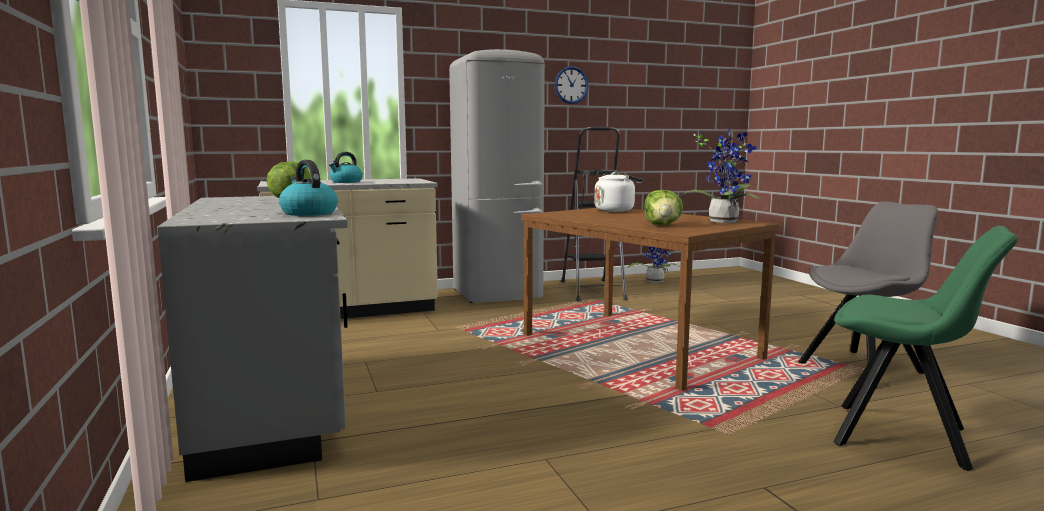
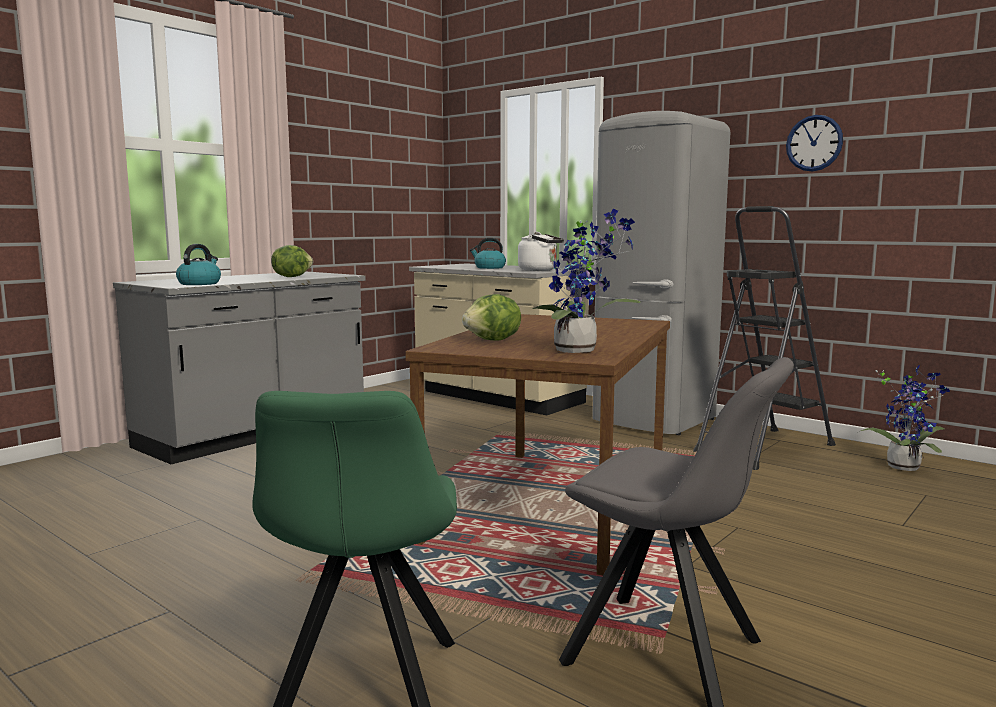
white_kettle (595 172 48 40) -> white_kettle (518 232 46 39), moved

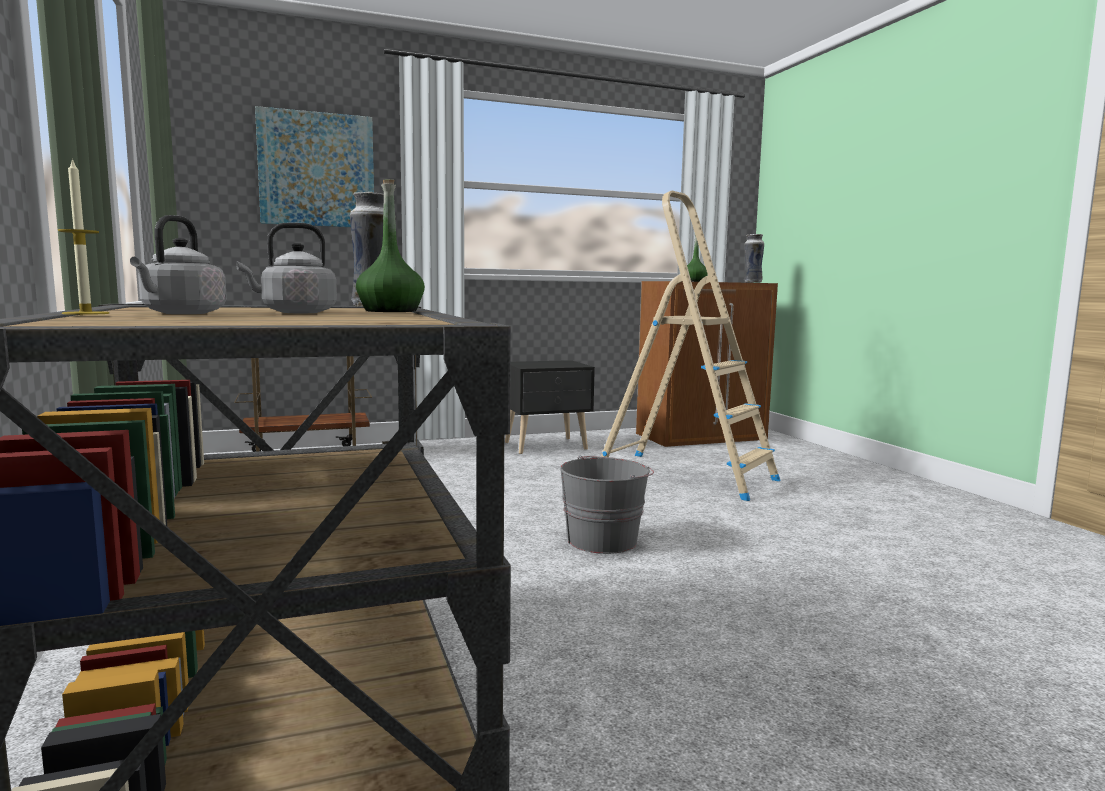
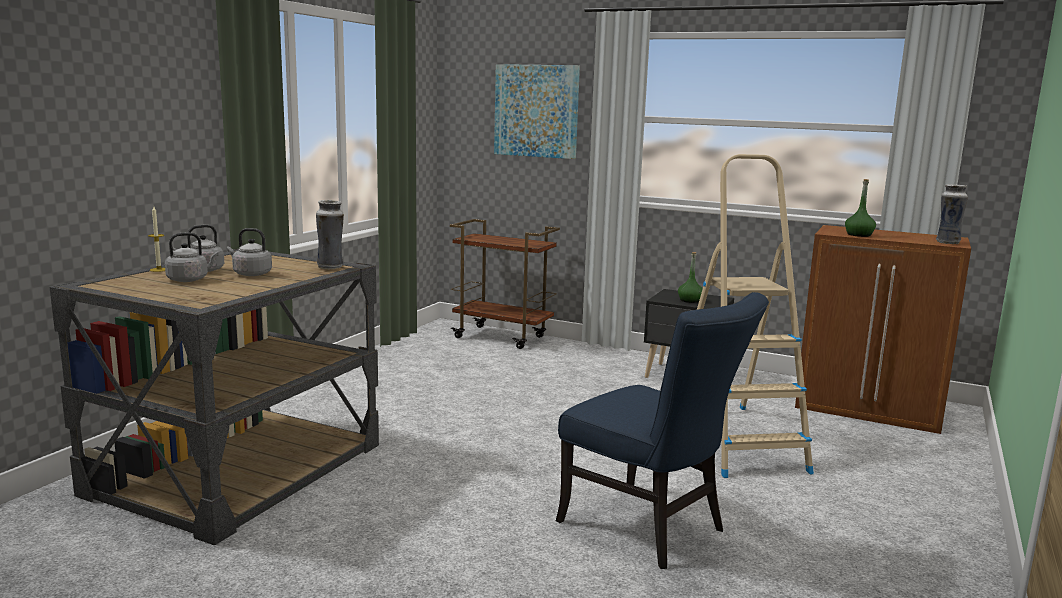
grey_bucket (560 456 94 98) -> none
none -> grey_kettle (165 233 54 49)
none -> blue_chair (556 292 213 277)
green_bottle (356 180 69 132) -> green_bottle (678 252 25 51), moved

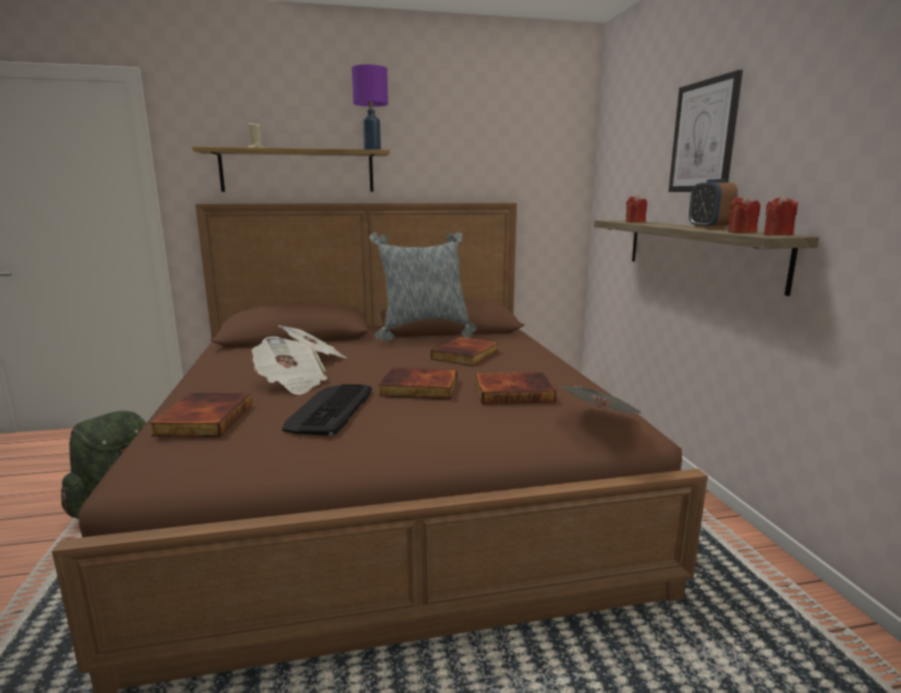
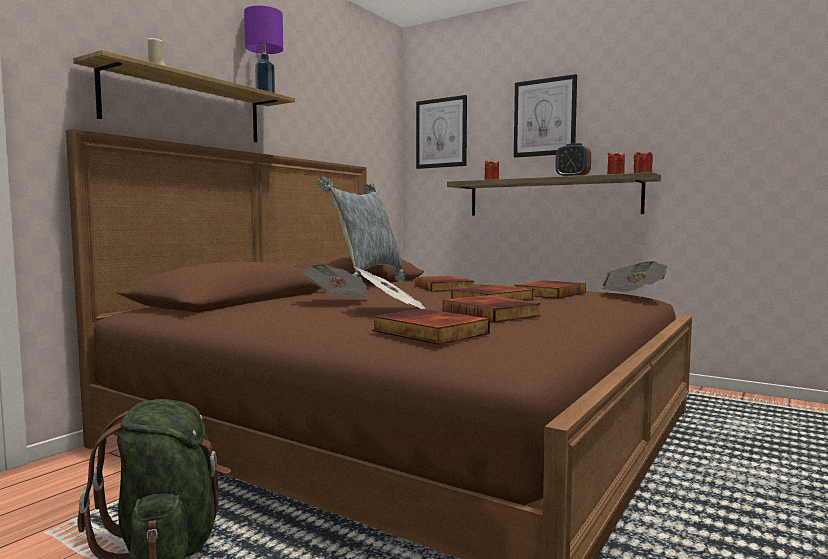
none -> picture (416 95 51 74)
keyboard (282 384 90 52) -> book (443 295 98 28)

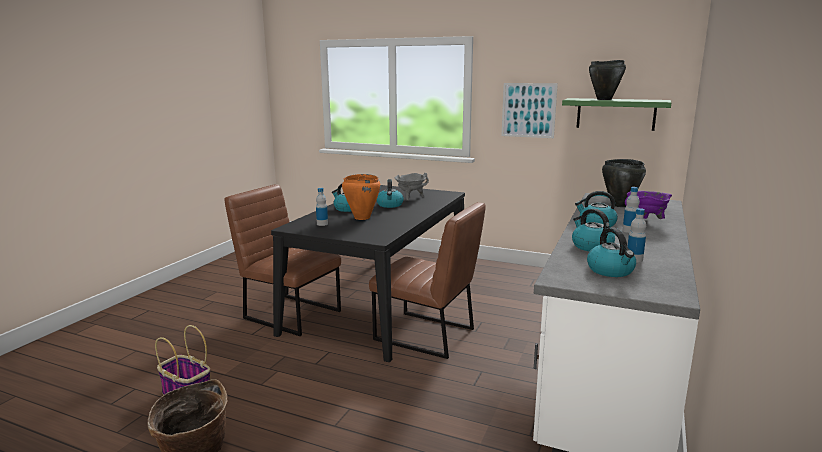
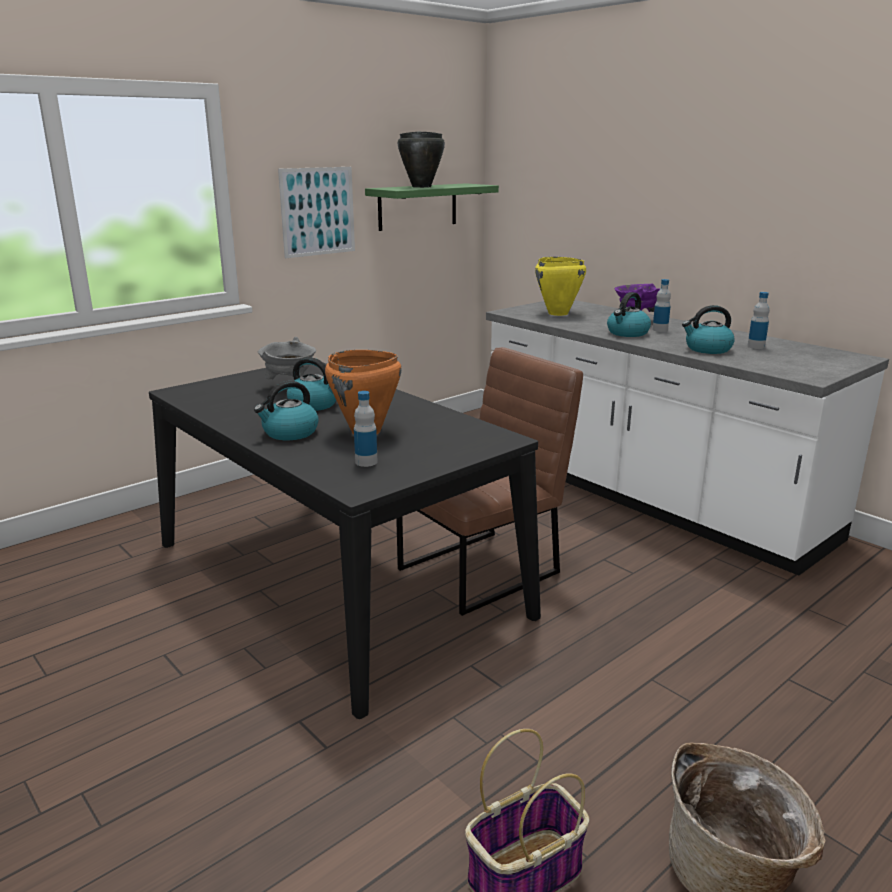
brown_chair (225 184 116 152) -> none
kettle (587 227 49 50) -> none
black_cooking_pot (602 159 44 48) -> yellow_cooking_pot (535 257 51 59)

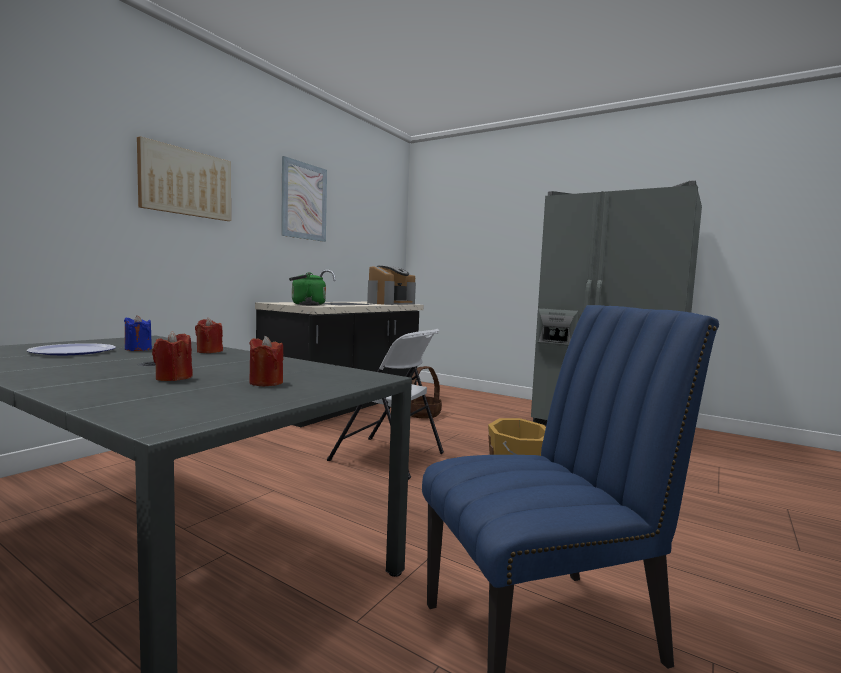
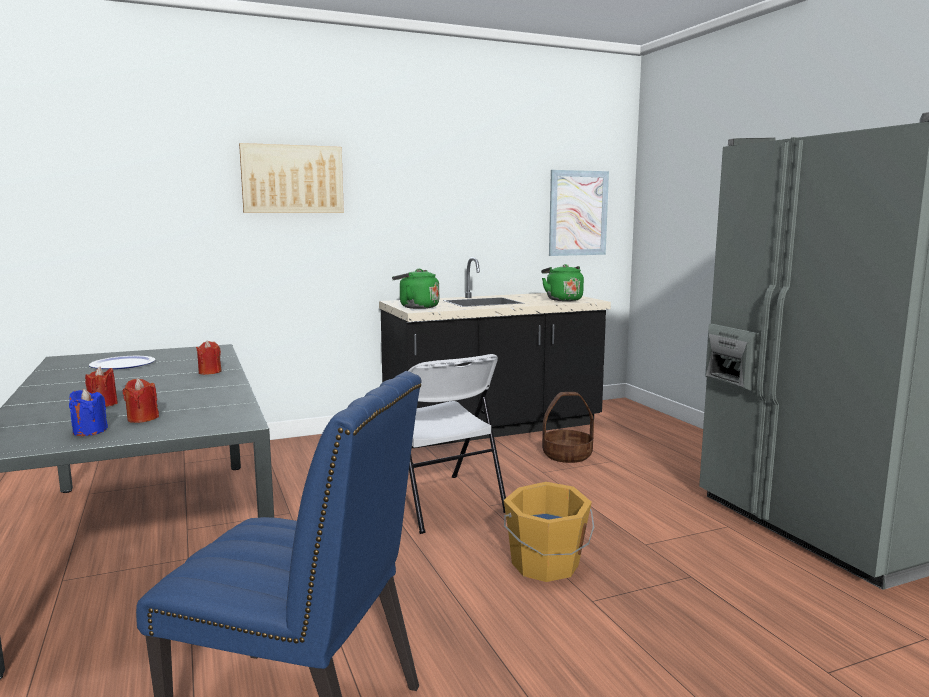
blue_candle (124 315 28 36) -> blue_candle (69 389 39 47), moved
picture (281 156 46 86) -> picture (549 170 60 86), moved
coffee_machine (367 266 49 39) -> green_kettle (541 264 43 37)

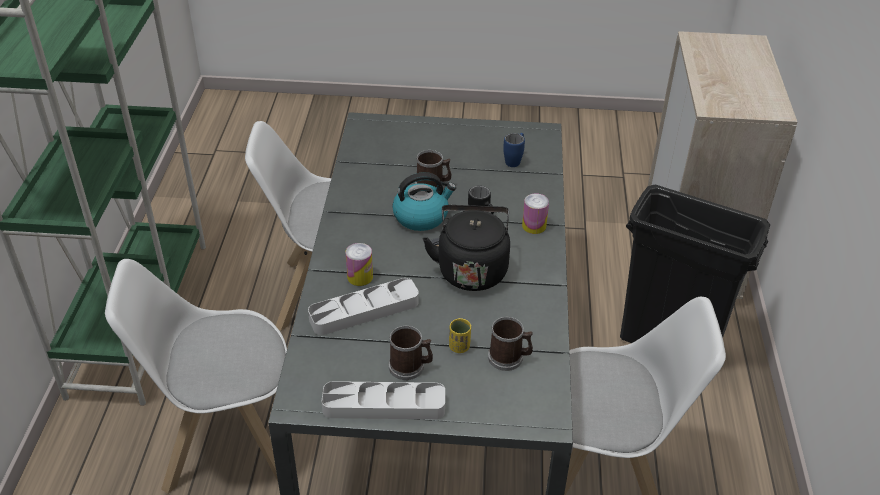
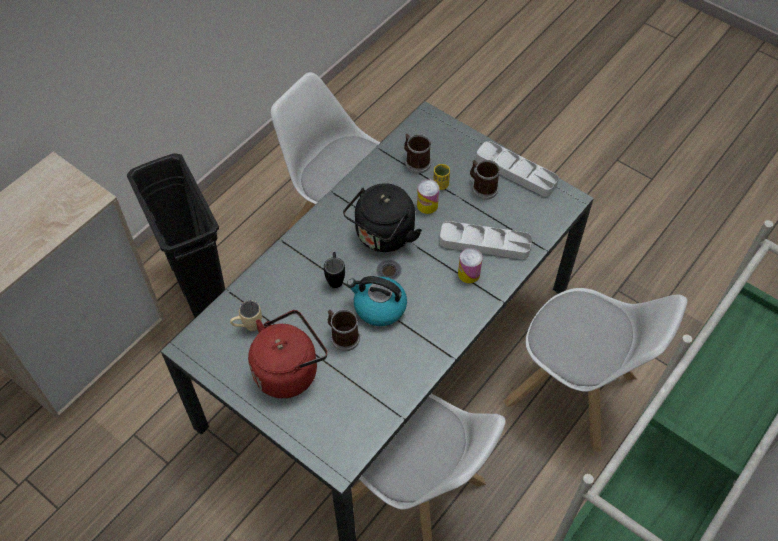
none -> red_kettle (248 310 79 88)
can (522 193 27 41) -> can (417 179 22 35), moved
blue_mug (503 133 22 34) -> beige_mug (230 300 32 31)

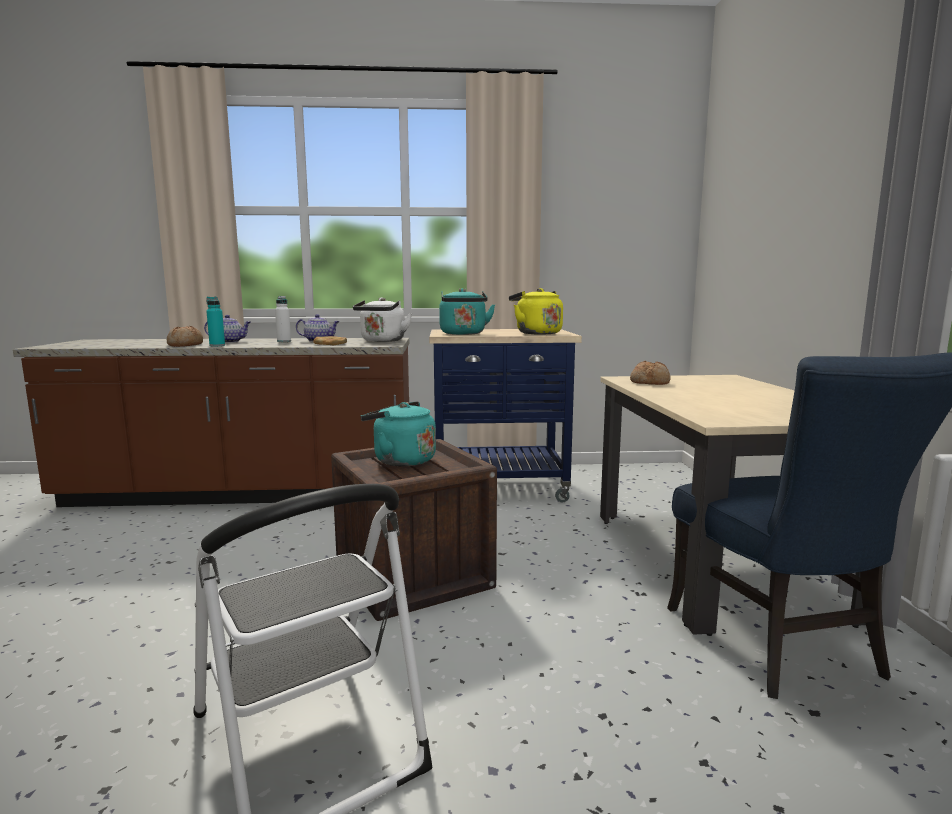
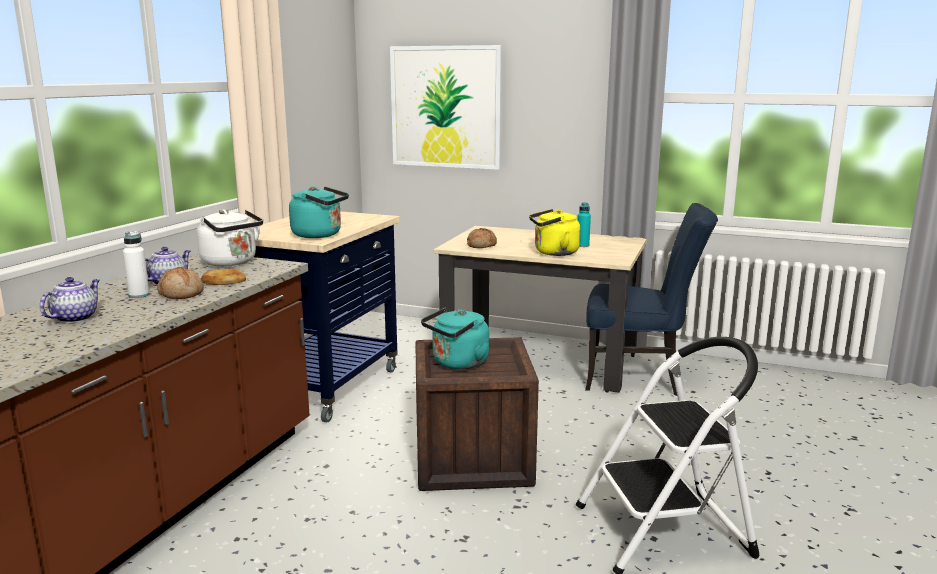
none -> picture (390 45 113 125)
bread (167 326 36 21) -> bread (157 267 47 32), moved
turquoise_bottle (206 297 19 49) -> turquoise_bottle (577 202 14 45), moved
yellow_kettle (509 288 54 46) -> yellow_kettle (529 209 51 47), moved

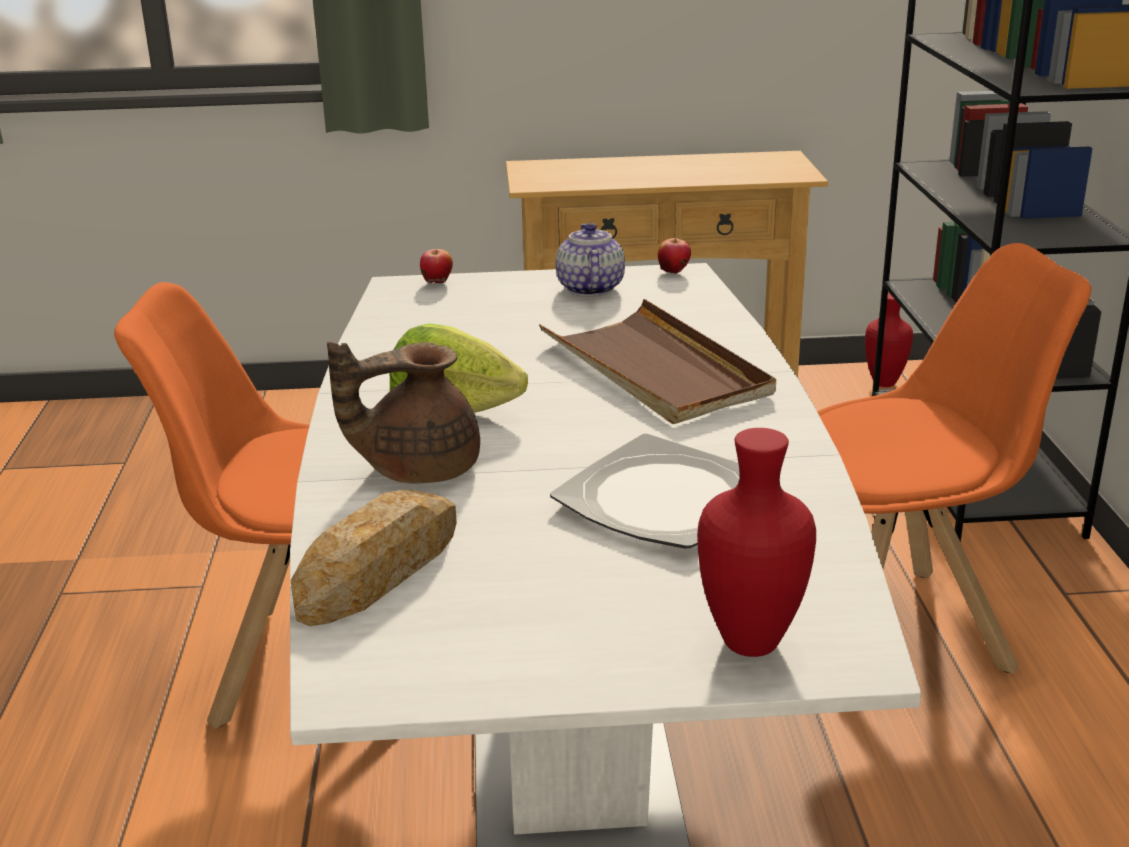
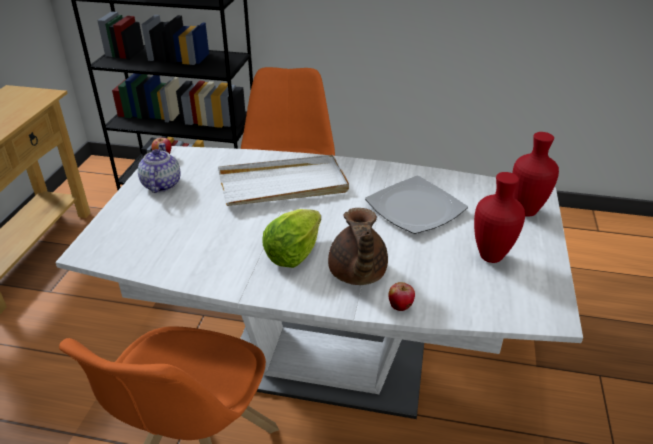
bread (290 490 167 136) -> none
apple (420 249 33 34) -> apple (388 282 27 29), moved
red_vase (865 292 48 95) -> red_vase (474 172 51 91), moved
brown_tray (539 299 237 125) -> white_tray (218 155 131 51)
teapot (556 223 69 74) -> teapot (138 143 43 50), 75 degrees clockwise

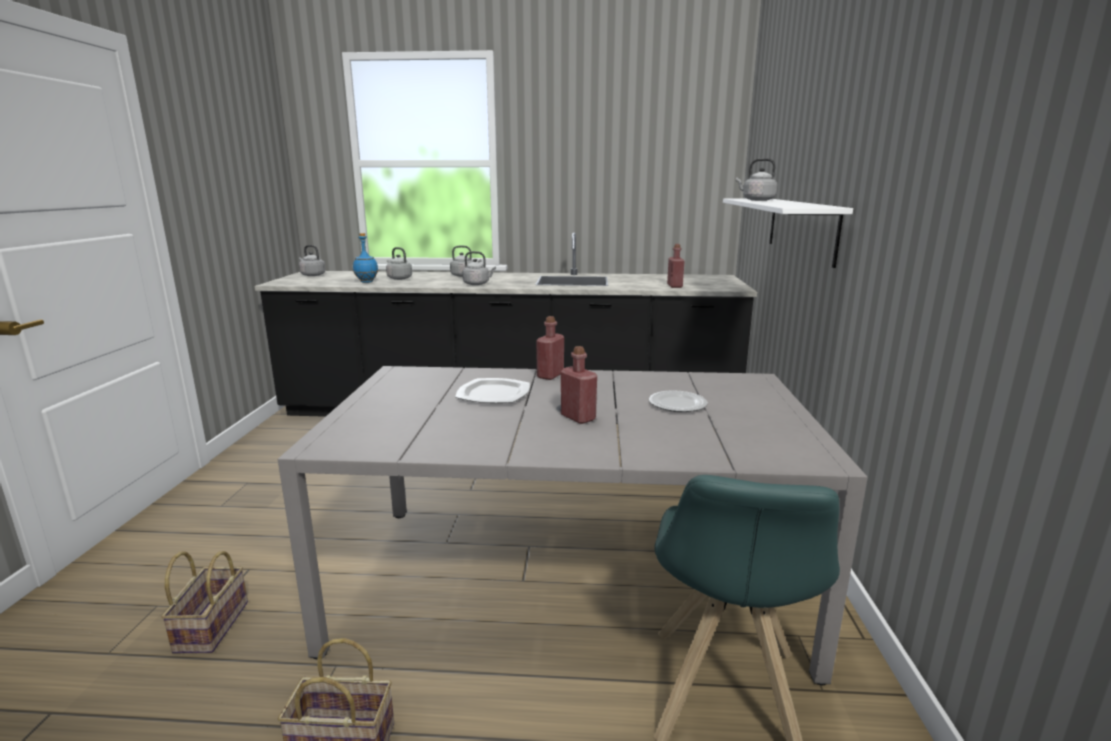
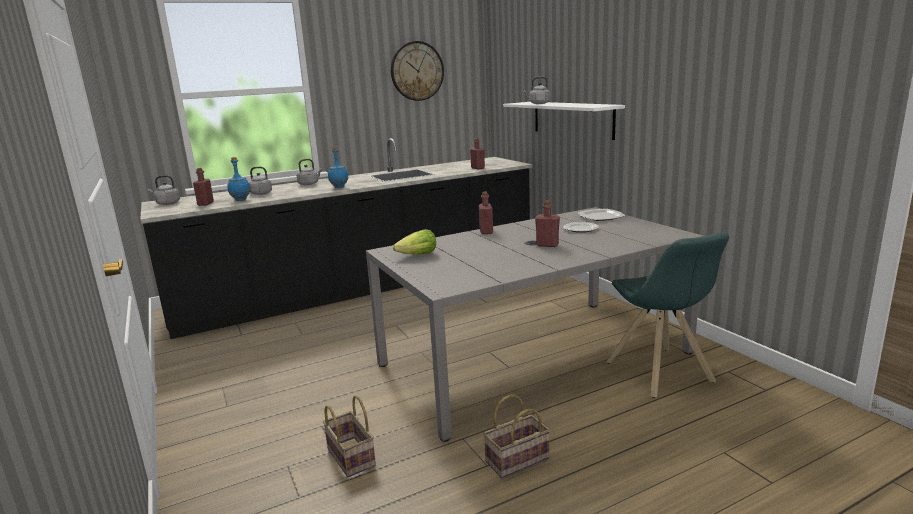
none -> red_bottle (193 168 21 38)
none -> wall_clock (391 41 53 60)
none -> lettuce (393 229 43 26)
plate (455 378 75 25) -> plate (578 209 47 12), moved
grey_kettle (462 251 34 34) -> blue_bottle (328 147 21 41)

